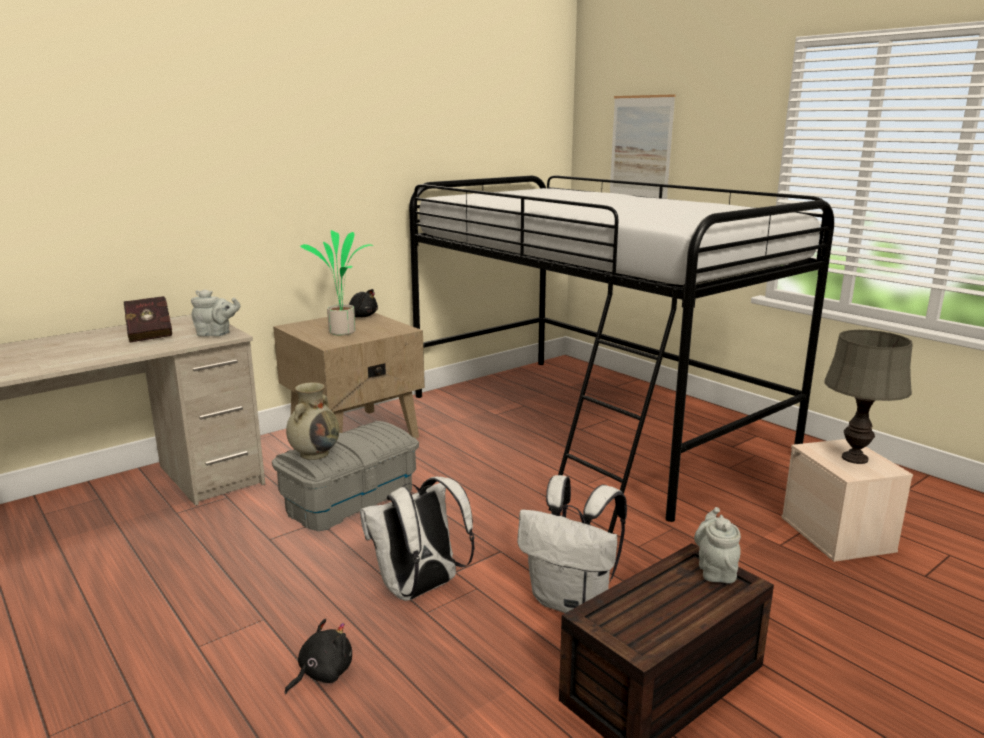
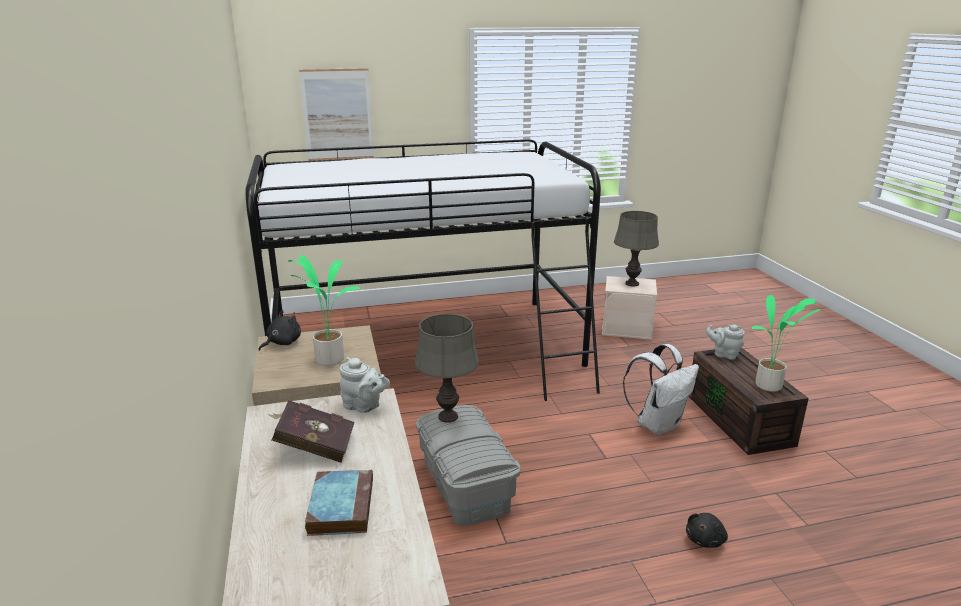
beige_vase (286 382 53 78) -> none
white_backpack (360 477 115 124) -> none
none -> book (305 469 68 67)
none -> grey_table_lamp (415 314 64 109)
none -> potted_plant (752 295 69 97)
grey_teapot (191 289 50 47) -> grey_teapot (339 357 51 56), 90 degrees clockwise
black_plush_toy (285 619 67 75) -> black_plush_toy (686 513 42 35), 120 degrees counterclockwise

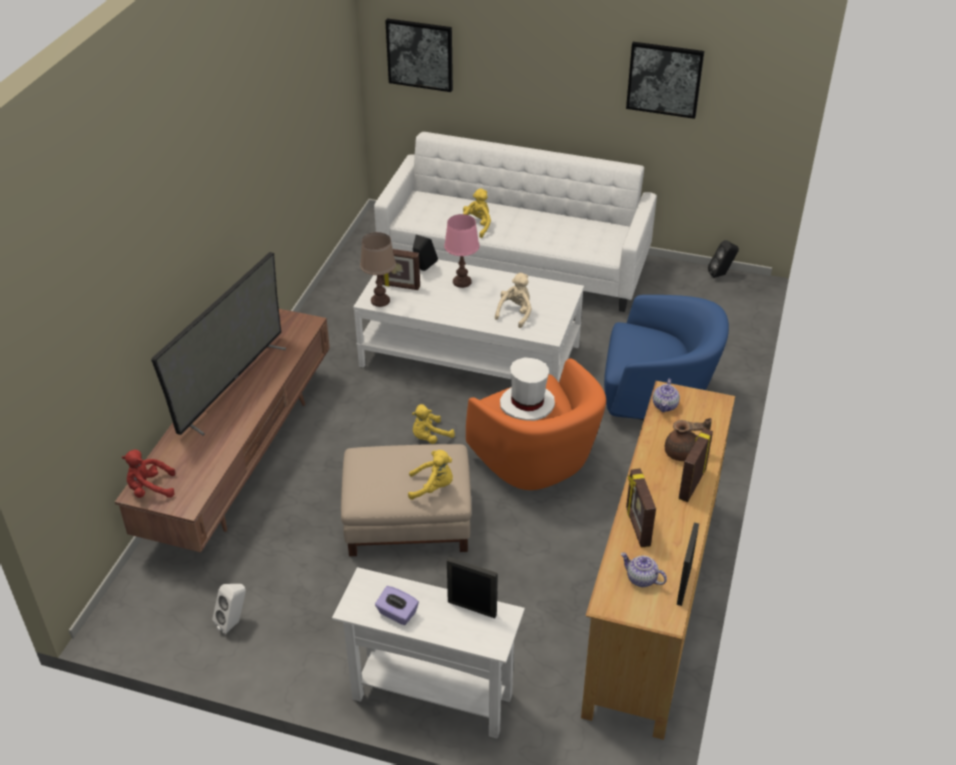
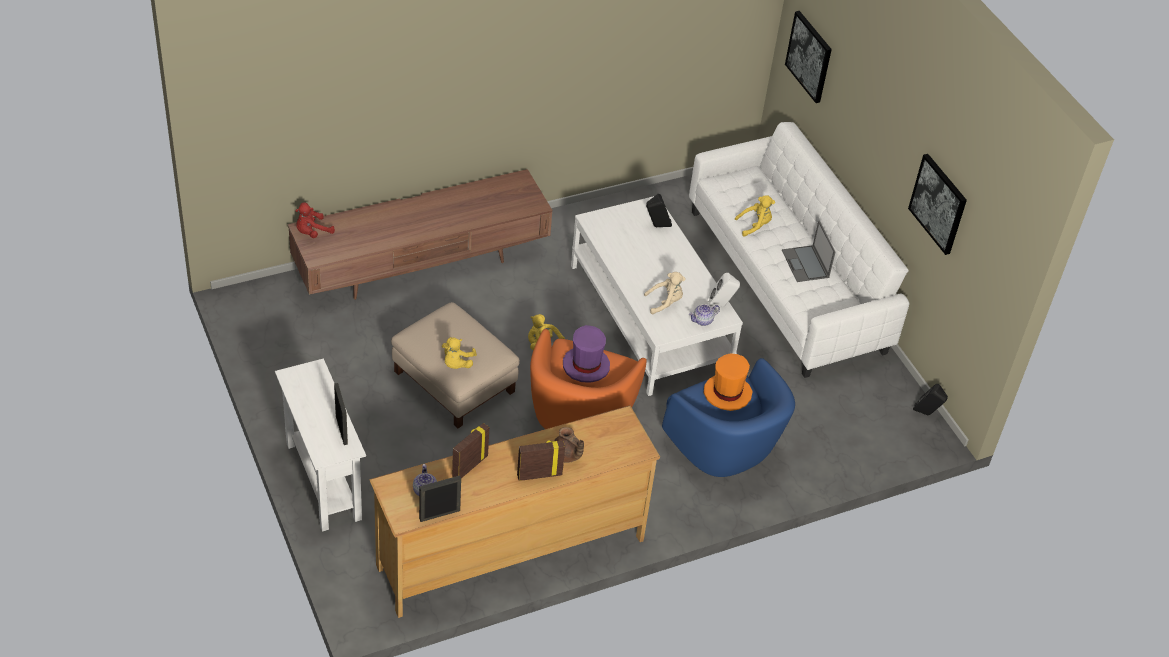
television (151 252 135 183) -> none
brown_table_lamp (360 232 36 75) -> none
purple_tissue_box (375 586 44 39) -> none
picture_frame (380 249 40 41) -> none
pink_table_lamp (444 214 35 74) -> none
none -> orange_hat (704 353 49 58)
none -> laptop (782 220 53 62)
white_speaker (212 584 34 50) -> white_speaker (707 273 33 34), moved
teapot (653 379 27 33) -> teapot (689 304 31 22), moved
white_hat (500 358 55 63) -> purple_hat (563 325 47 58)
red_plush_toy (122 449 53 49) -> red_plush_toy (295 202 40 36), 75 degrees counterclockwise
yellow_plush_toy (408 450 45 50) -> yellow_plush_toy (442 337 35 32), 60 degrees clockwise

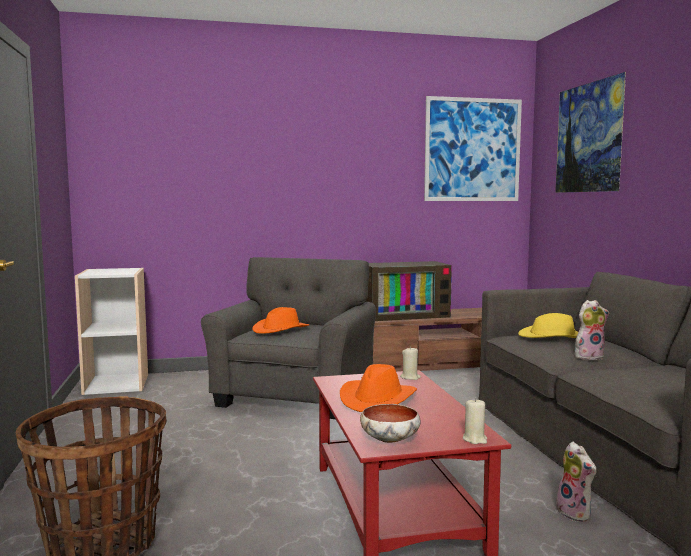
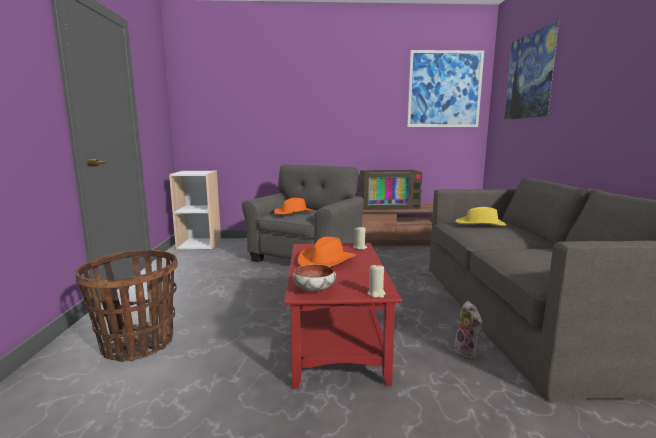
plush_toy (575 300 34 60) -> none

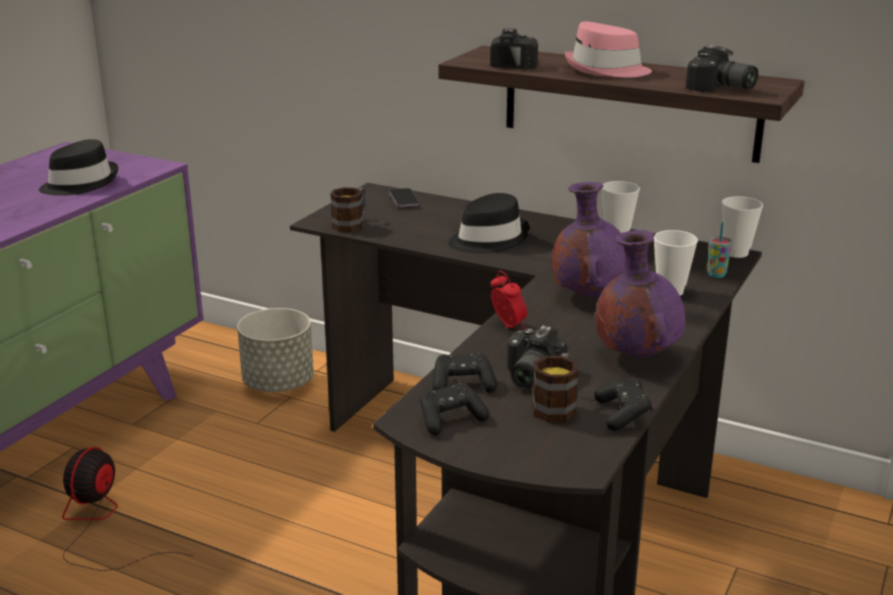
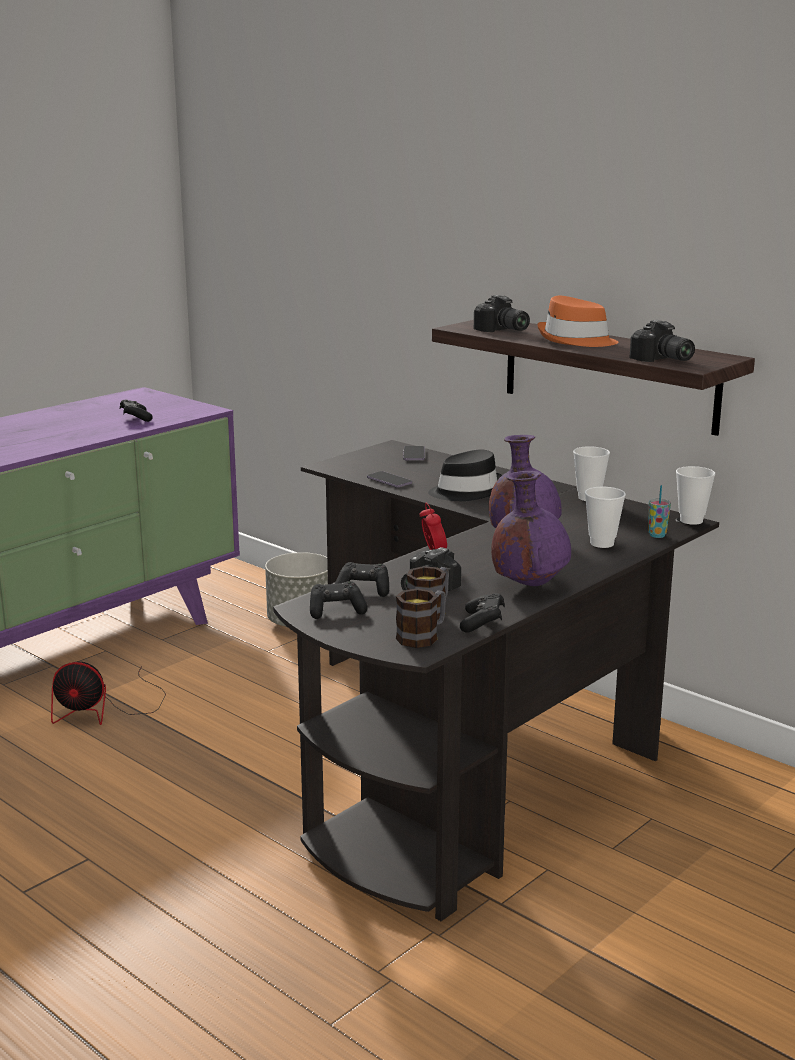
none -> phone (367 471 45 17)
mug (330 187 36 45) -> mug (396 588 50 60), moved
black_hat (39 139 79 57) -> black_game_controller (120 400 33 22)
pink_hat (564 21 88 57) -> orange_hat (537 296 82 51)
fan (62 447 131 124) -> fan (51 661 115 64), 120 degrees counterclockwise
photo_camera (490 28 48 41) -> photo_camera (474 295 56 37), 120 degrees clockwise

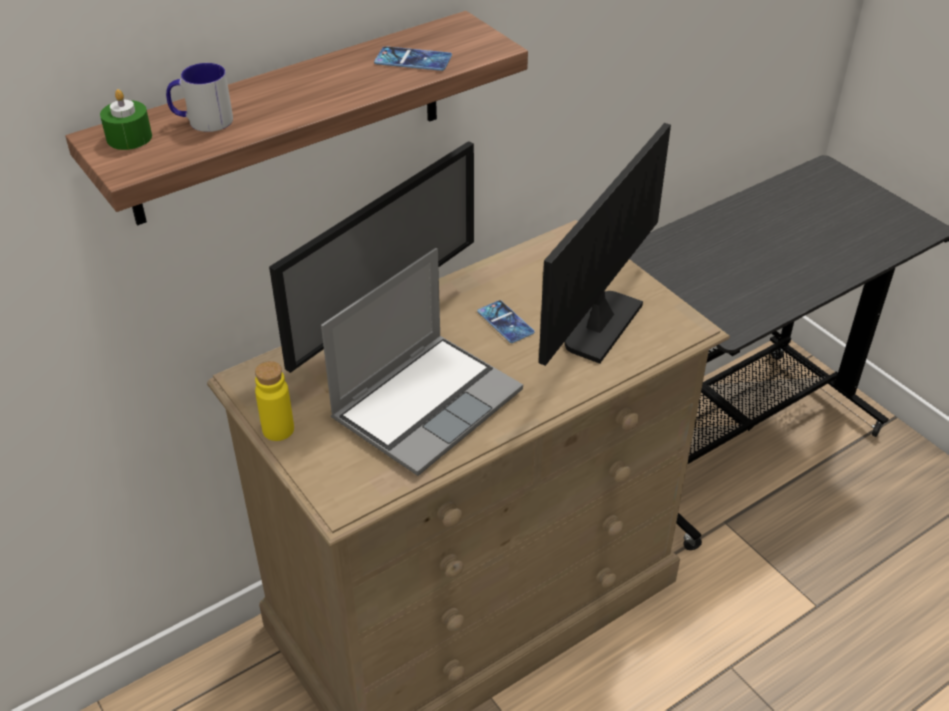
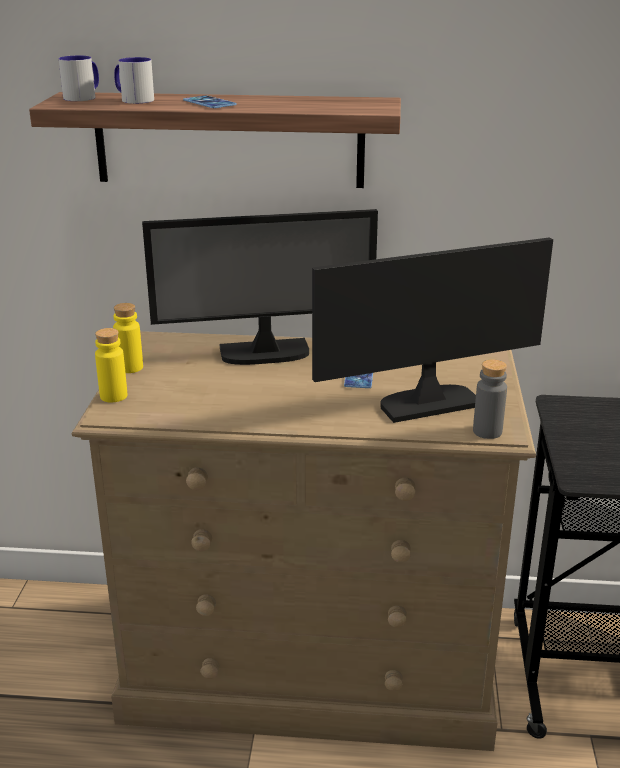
laptop (321 248 202 228) -> none
none -> yellow_bottle (95 328 32 75)
none -> grey_bottle (473 359 34 80)
phone (374 46 78 25) -> phone (183 96 54 12), moved
green_candle (100 89 52 61) -> mug (59 56 40 45)

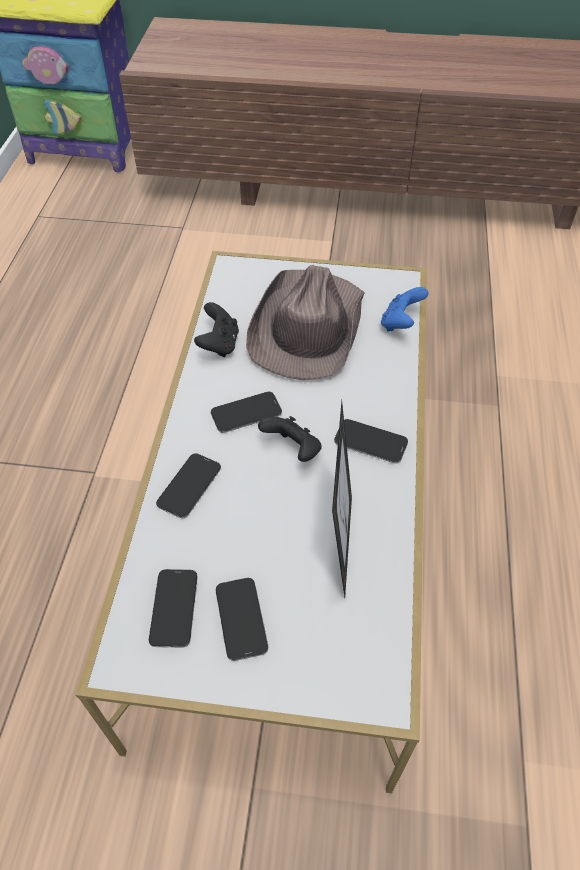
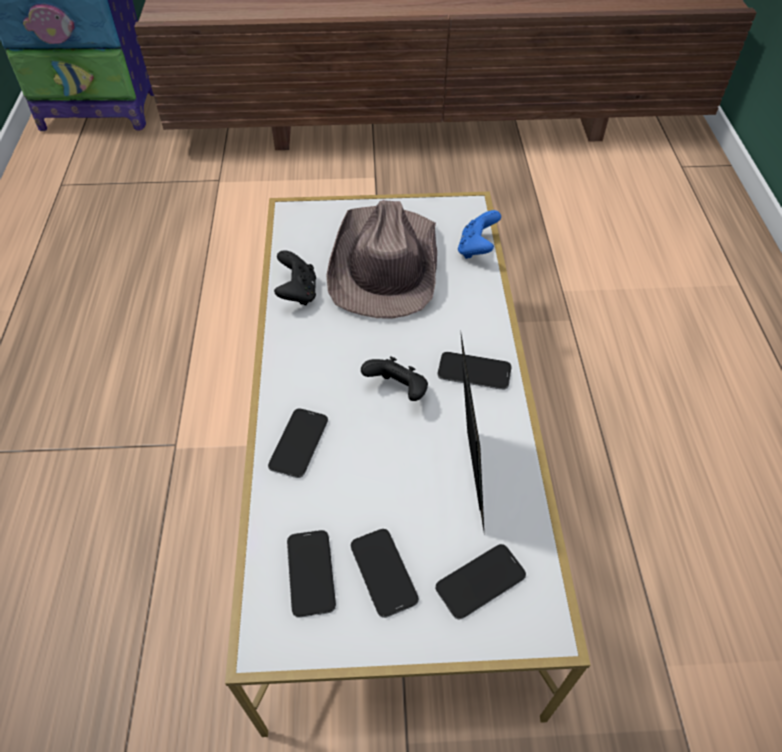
phone (211 392 71 41) -> phone (435 544 91 75), moved

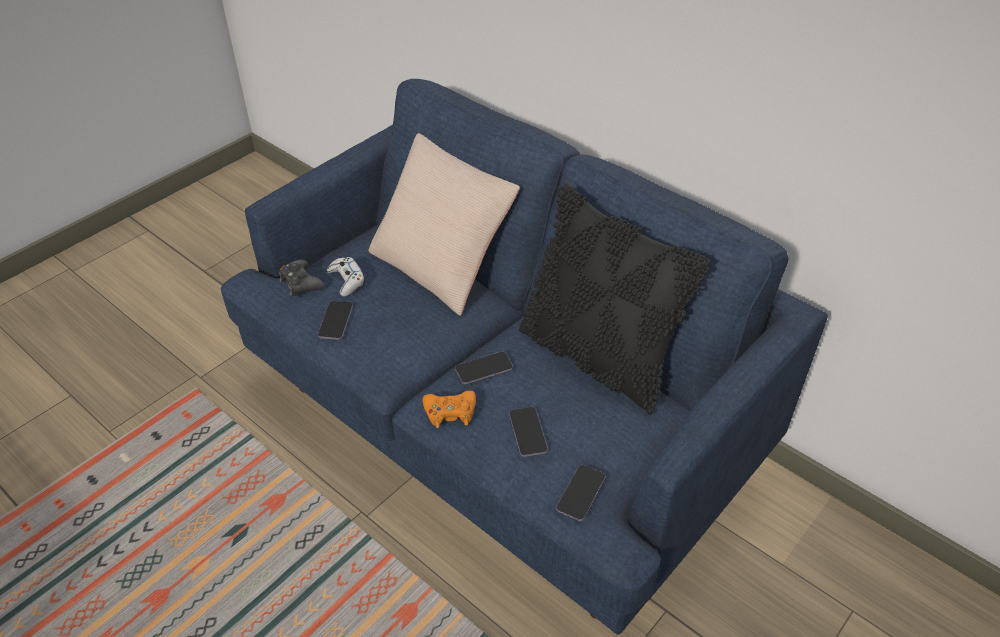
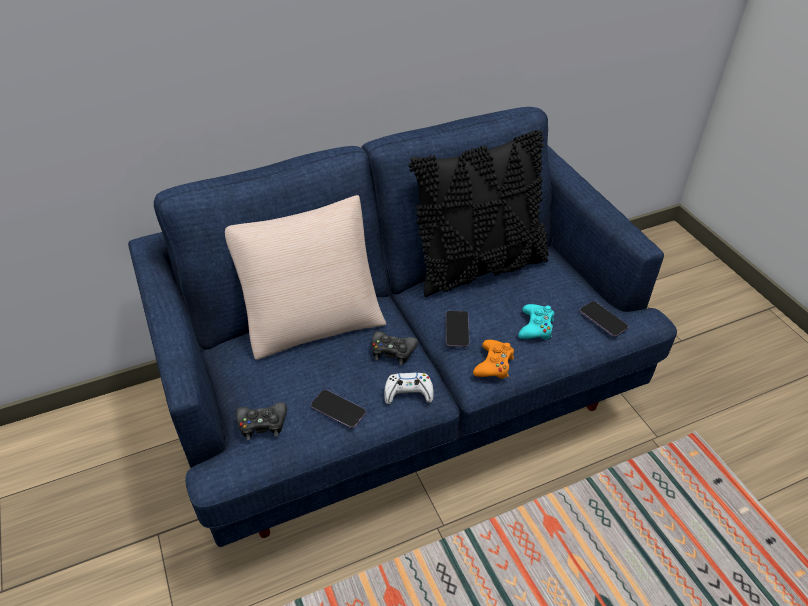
none -> black_game_controller (371 331 47 34)
white_game_controller (327 257 38 39) -> white_game_controller (384 373 50 31), moved
phone (509 407 39 50) -> turquoise_game_controller (518 304 36 35)

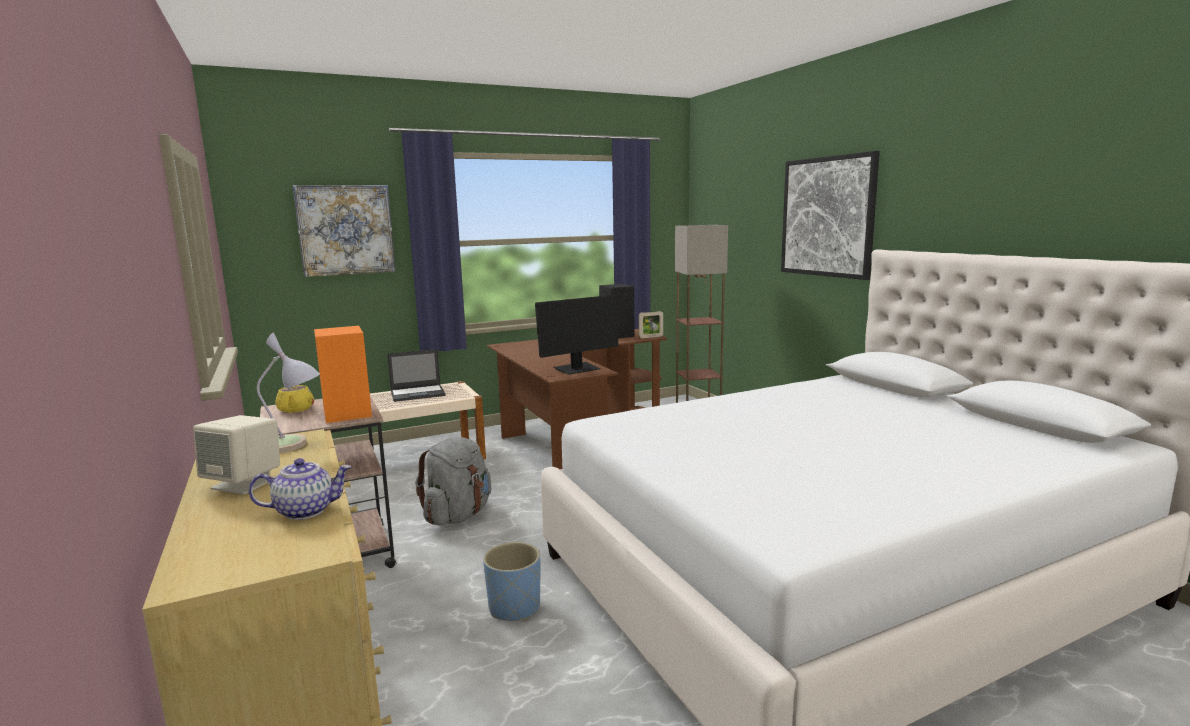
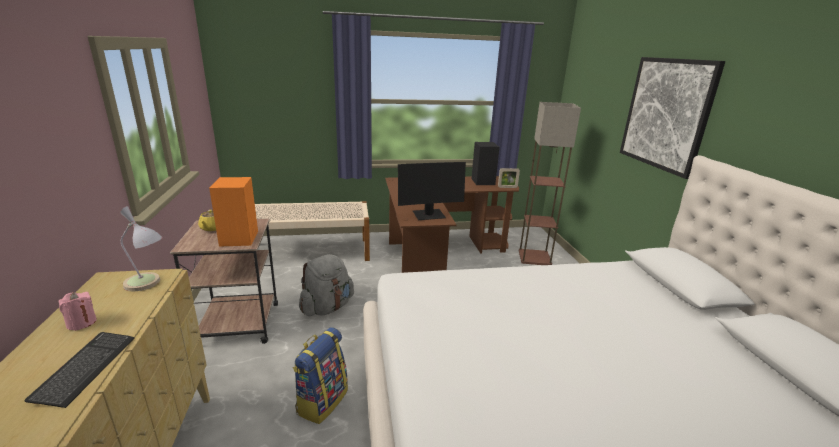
picture (293 185 103 92) -> none
laptop (387 349 59 53) -> none
beige_speaker (193 415 87 79) -> pink_candle (58 292 39 39)
teapot (249 458 102 62) -> keyboard (24 332 110 76)
blue_planter (483 542 58 79) -> backpack (293 327 55 97)

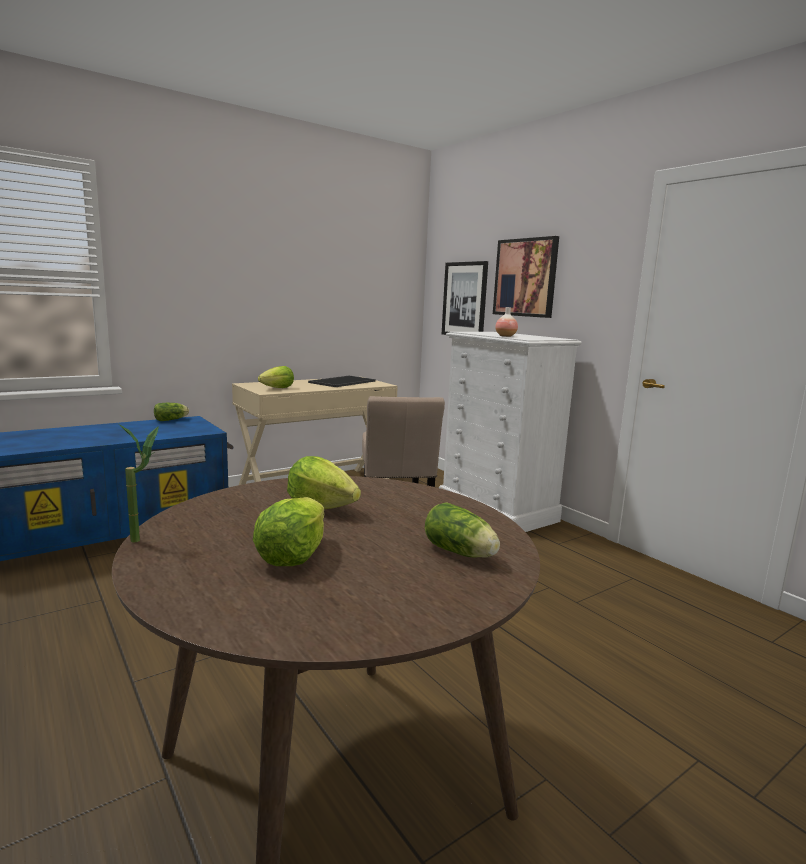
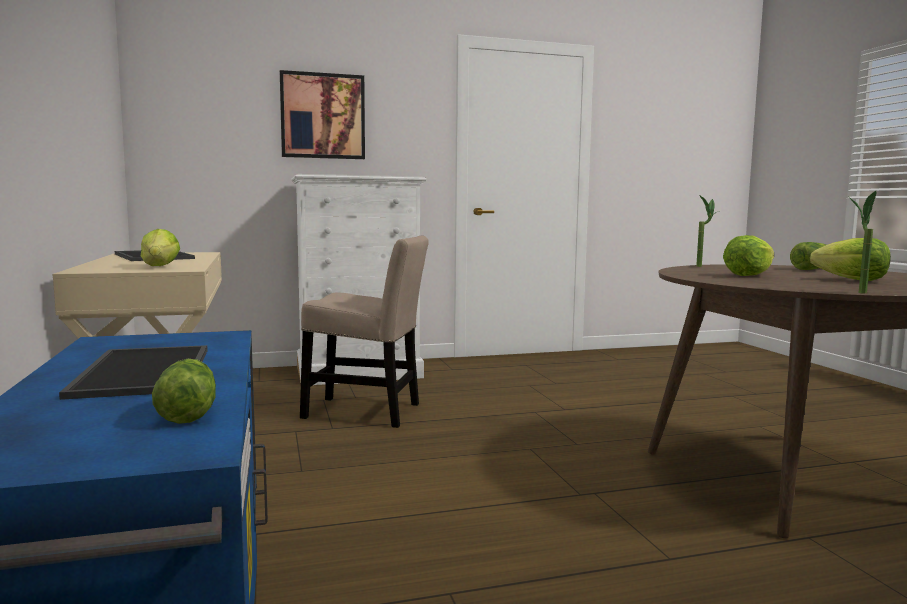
picture (442 261 46 74) -> none
vase (495 307 23 30) -> none
none -> tray (59 345 149 55)
none -> potted_plant (696 196 23 71)
lettuce (154 403 35 18) -> lettuce (152 359 64 65), moved

